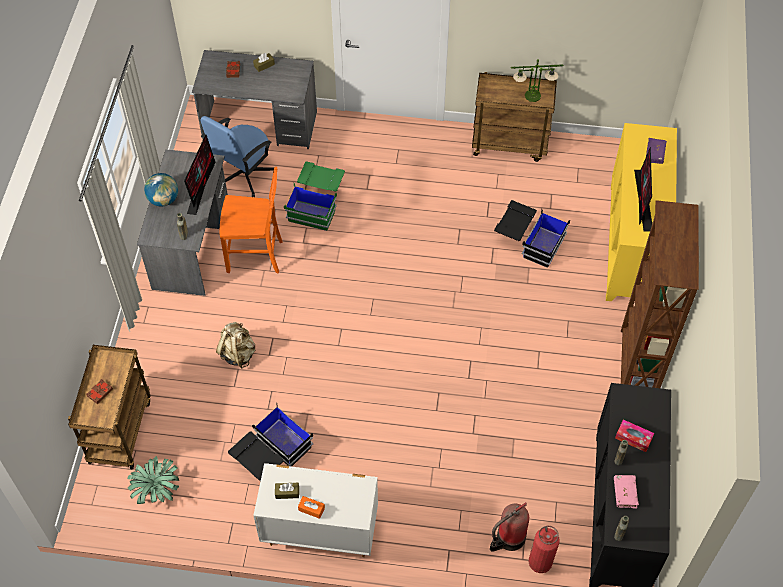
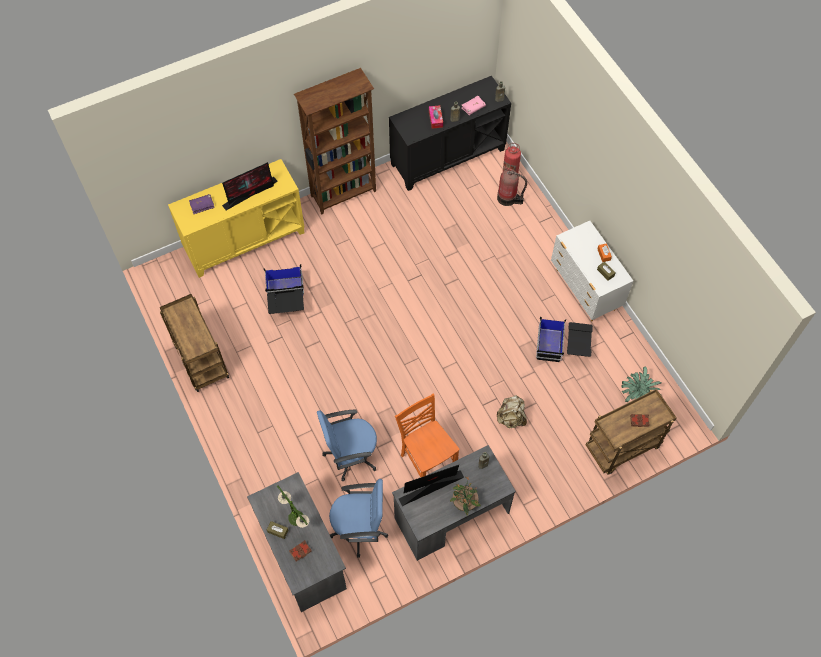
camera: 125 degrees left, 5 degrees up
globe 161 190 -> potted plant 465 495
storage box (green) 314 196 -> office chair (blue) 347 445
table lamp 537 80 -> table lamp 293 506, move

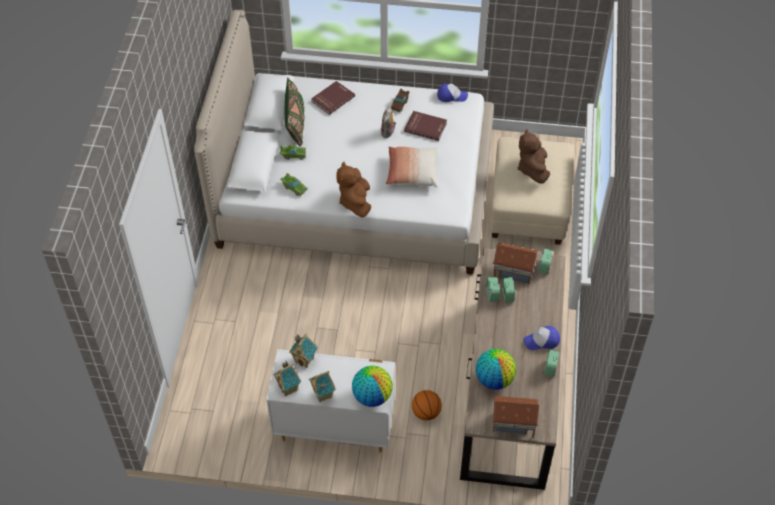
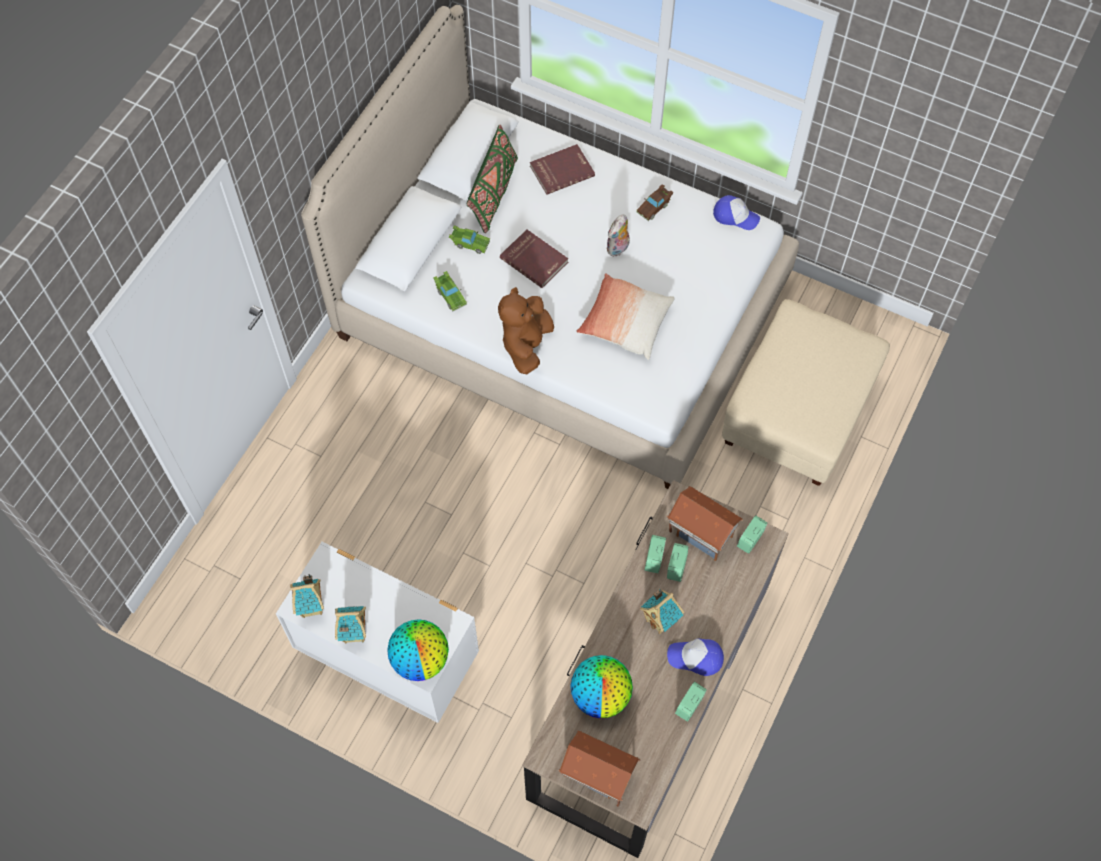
camera: 20 degrees right, 10 degrees up
toy house 303 351 -> toy house 662 611, move
book (red) 425 126 -> book (red) 534 259, move
basketball 427 405 -> none
plush toy (brown) 534 156 -> none

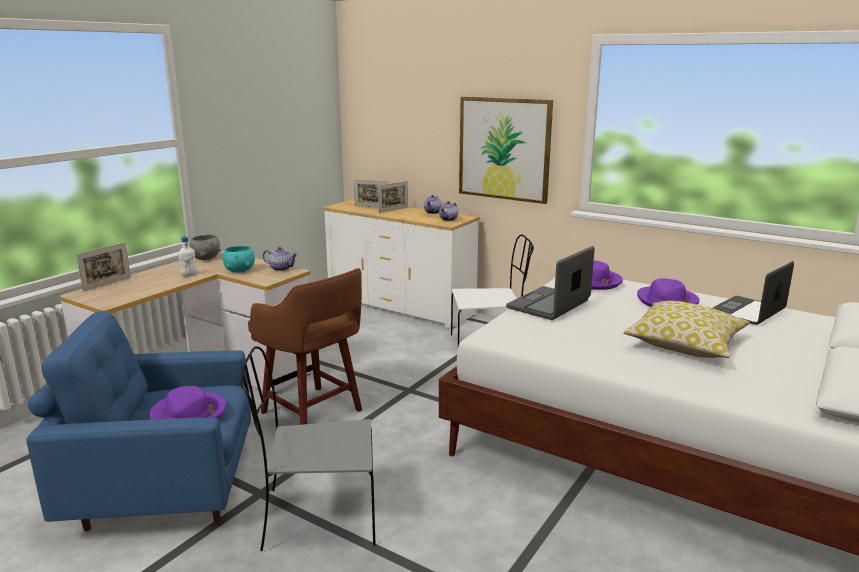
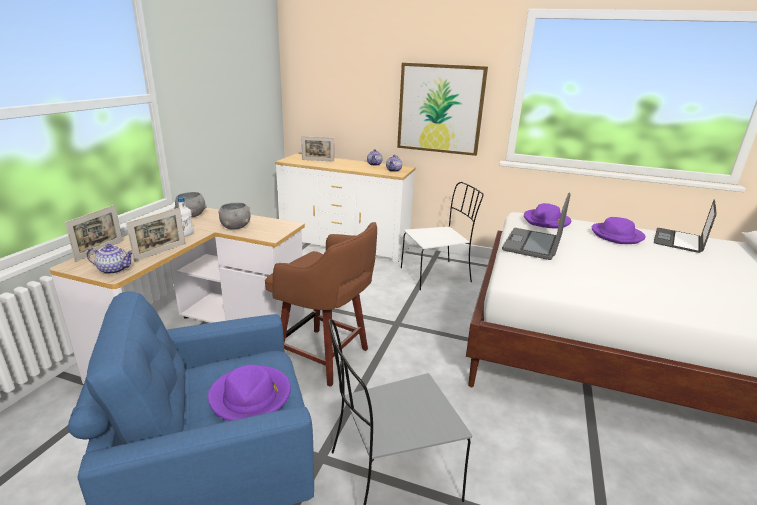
camera: 15 degrees left, 5 degrees up
bowl (turquoise) 238 259 -> bowl (grey) 234 216
teapot 280 259 -> teapot 110 259, move
picture frame 393 197 -> picture frame 155 235, move
pillow 686 329 -> none

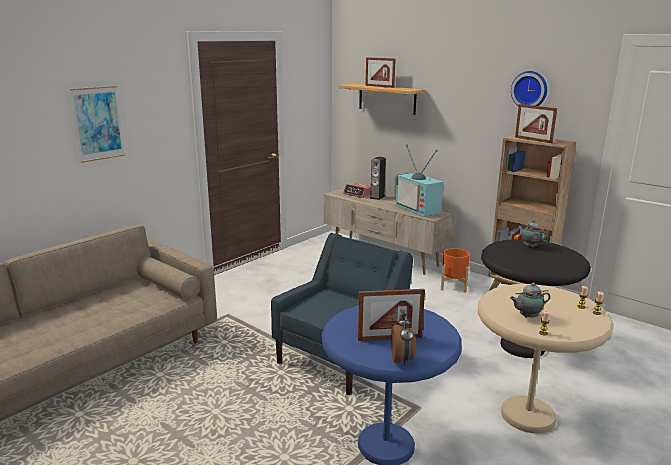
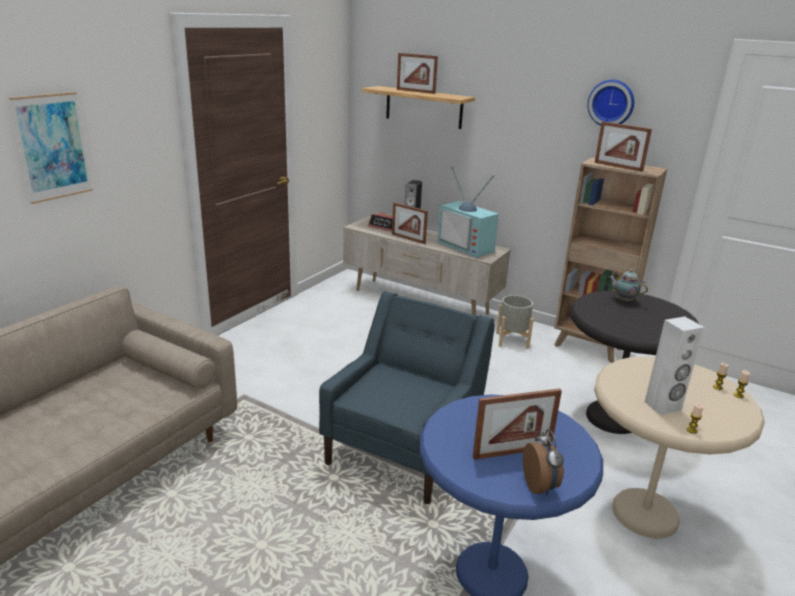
camera: 10 degrees left, 5 degrees up
planter (orange) 455 270 -> planter (grey) 515 322
teapot 530 300 -> speaker (white) 675 366
none -> picture frame 410 223

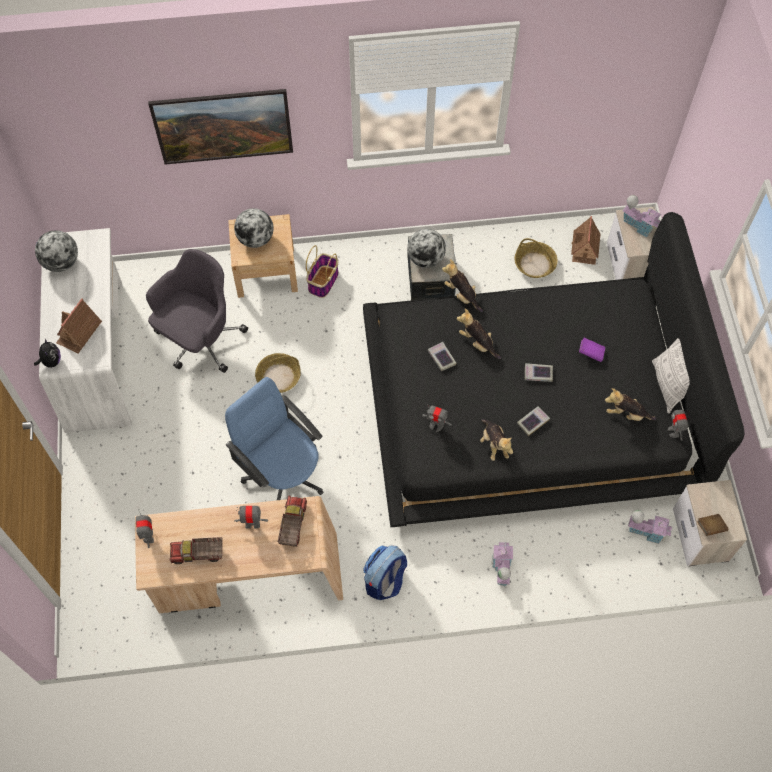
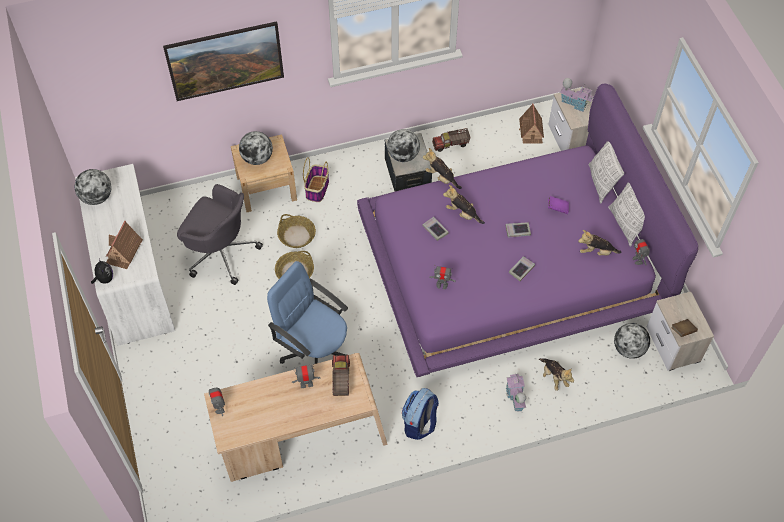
camera: 10 degrees left, 5 degrees down
office chair (grey) 197 311 -> office chair (grey) 220 234, 90 degrees clockwise
toy truck 196 550 -> toy truck 451 140, move
bed (black) 553 370 -> bed (purple) 527 230
plush toy 496 440 -> plush toy 556 374, move
basket 536 258 -> basket 296 231, move
toy house 650 527 -> globe 632 341
none -> pillow 606 172

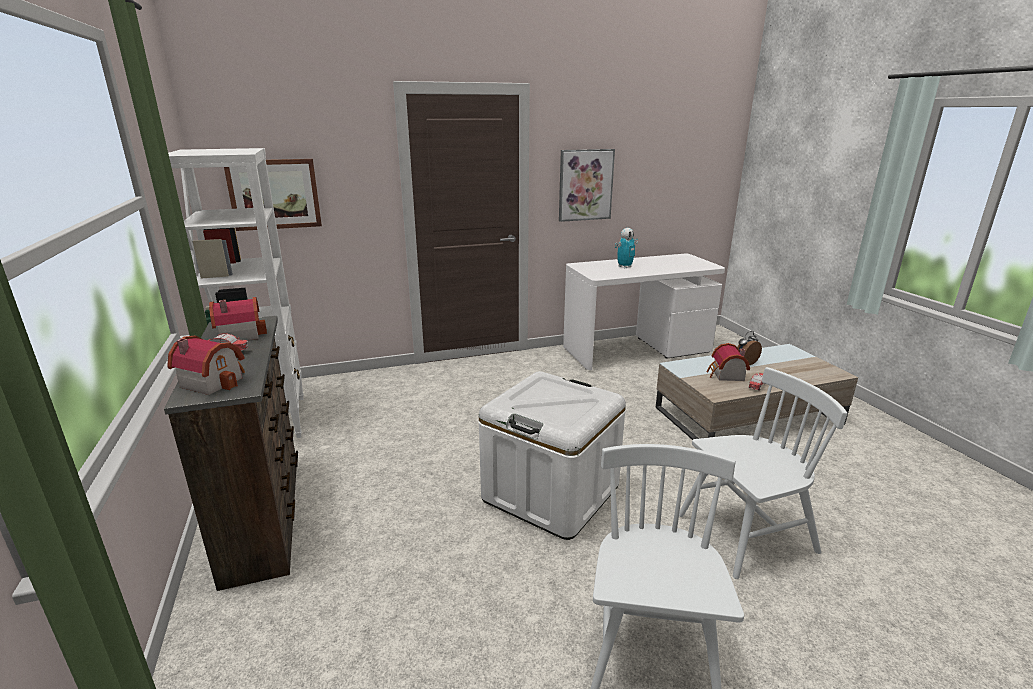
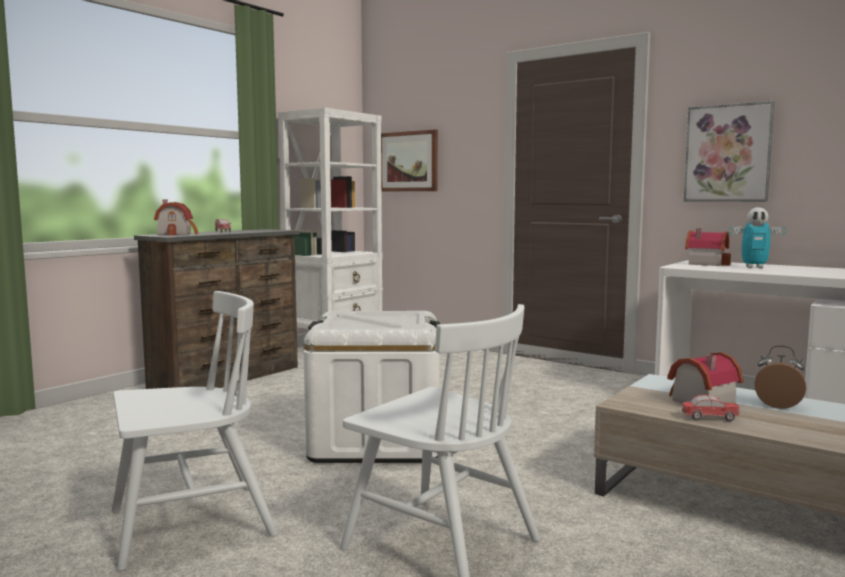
camera: 55 degrees right, 15 degrees down
toy house 238 318 -> toy house 708 247, move

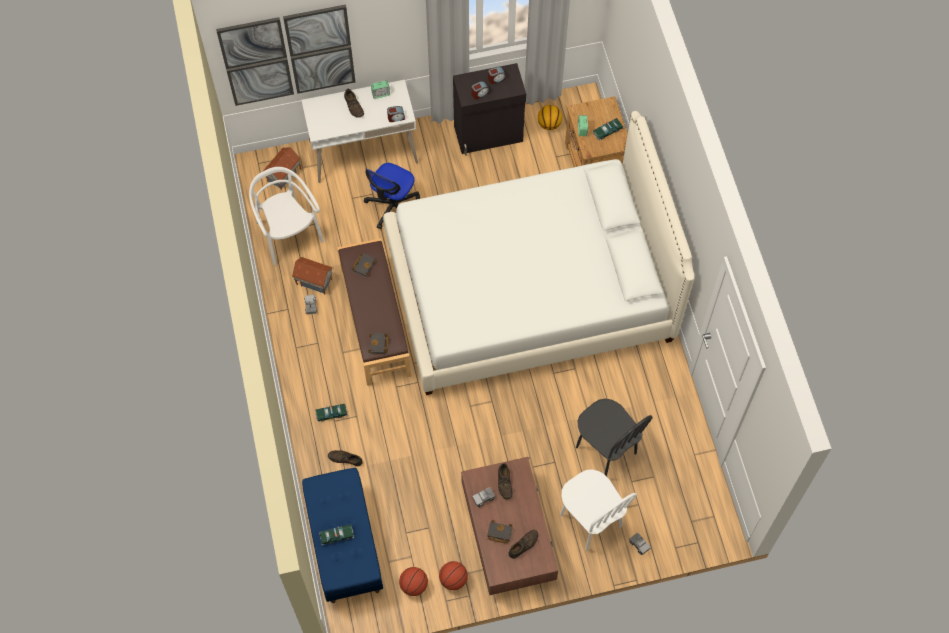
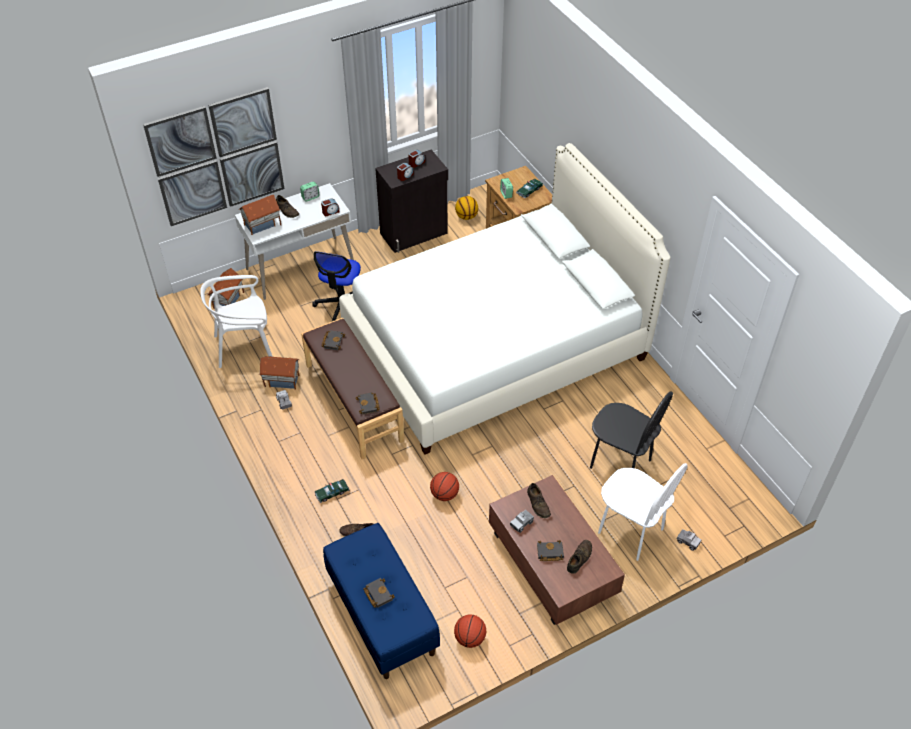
camera: 15 degrees left, 15 degrees down
chair (white) 286 216 -> chair (white) 236 321, 60 degrees counterclockwise
toy car 336 534 -> book (black) 379 593
basketball 453 575 -> basketball 444 486, move
none -> toy house 260 215

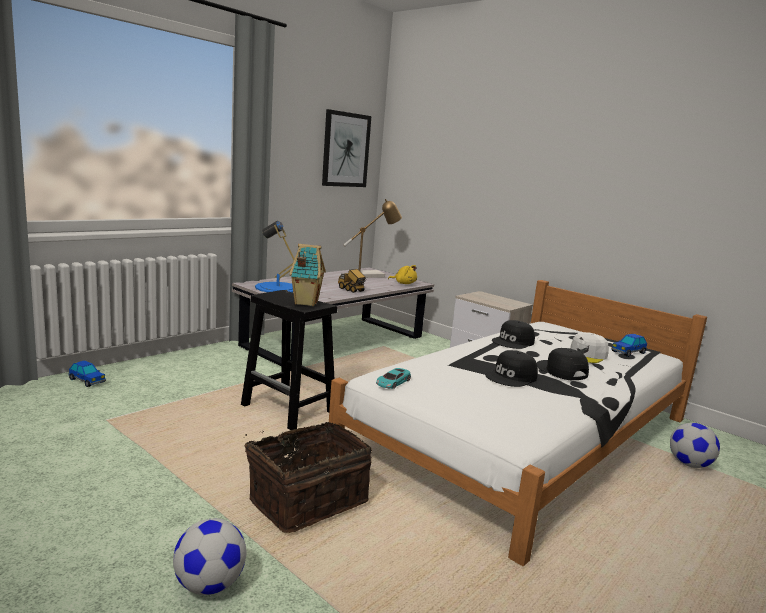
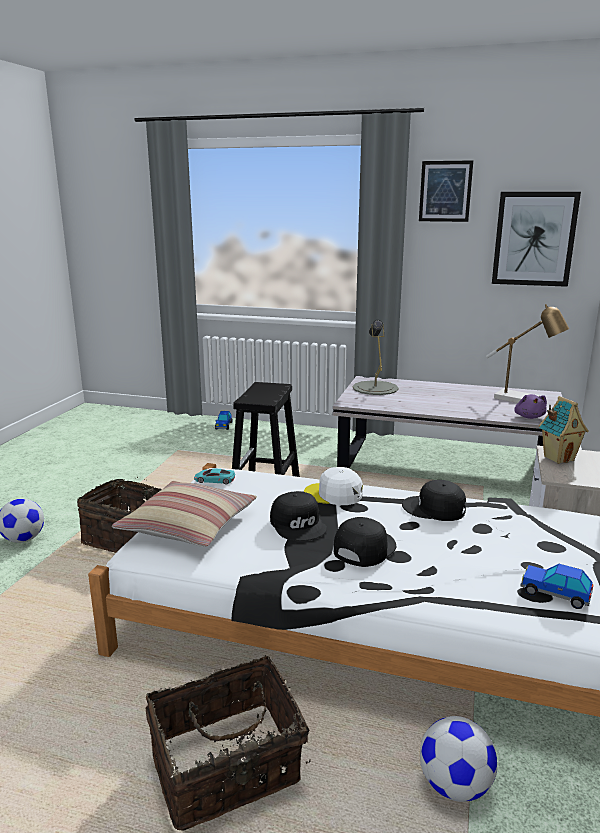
camera: 65 degrees right, 5 degrees up
table lamp (blue) 275 257 -> table lamp (grey) 376 357
toy house 307 275 -> toy house 564 430, move
toy truck 352 281 -> none
plush toy (yellow) 402 274 -> plush toy (purple) 530 406
cap (black) 511 368 -> cap (black) 298 516, 135 degrees counterclockwise
cap (white) 589 347 -> cap (white) 333 486, move
none -> pillow 184 514
none -> basket 228 743
none -> picture 446 191

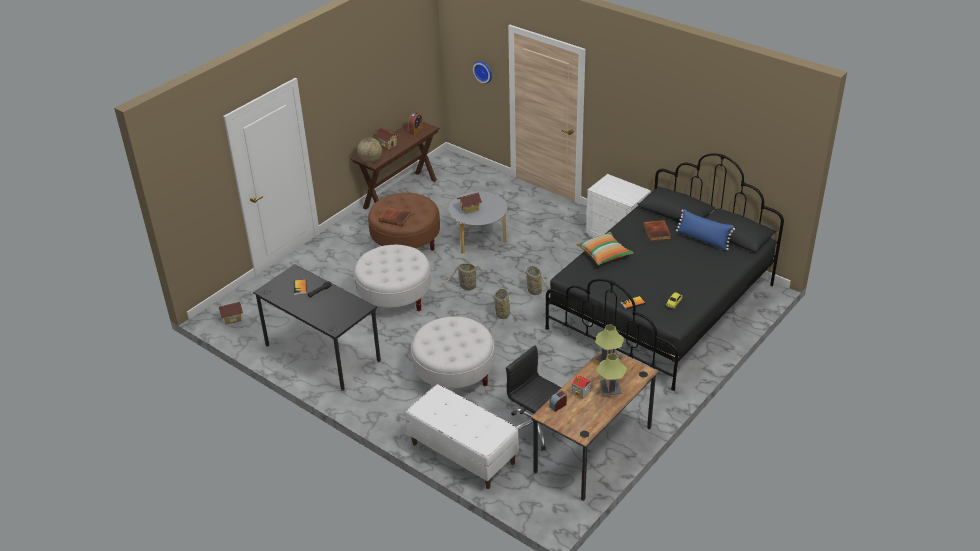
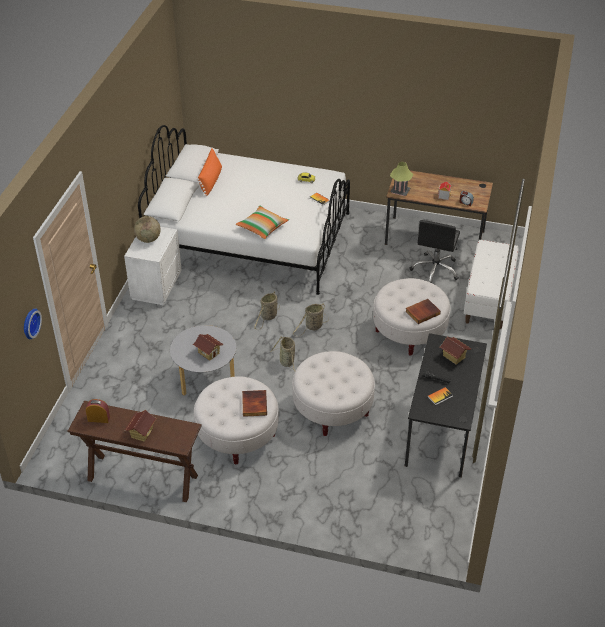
camera: 115 degrees left, 5 degrees up
toy house 231 313 -> toy house 455 350, move
globe 369 150 -> globe 147 229, move
ottoman (brown) 404 222 -> ottoman (white) 236 420
bed (black) 664 272 -> bed (white) 244 210
table lamp 611 375 -> none
book 657 230 -> book 423 311, move
pillow (blue) 705 230 -> pillow (orange) 209 172

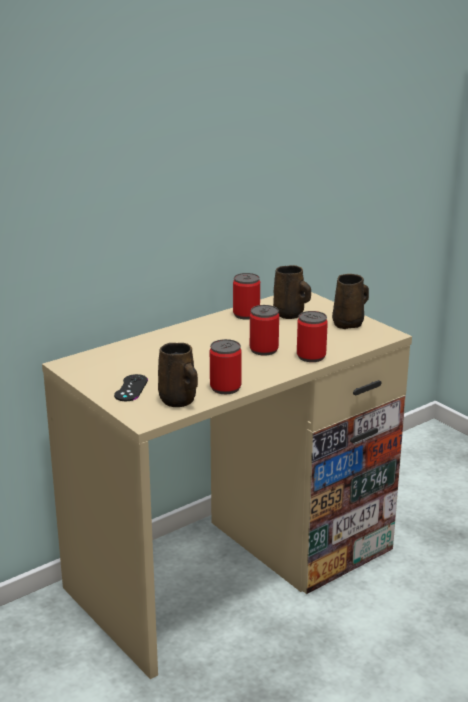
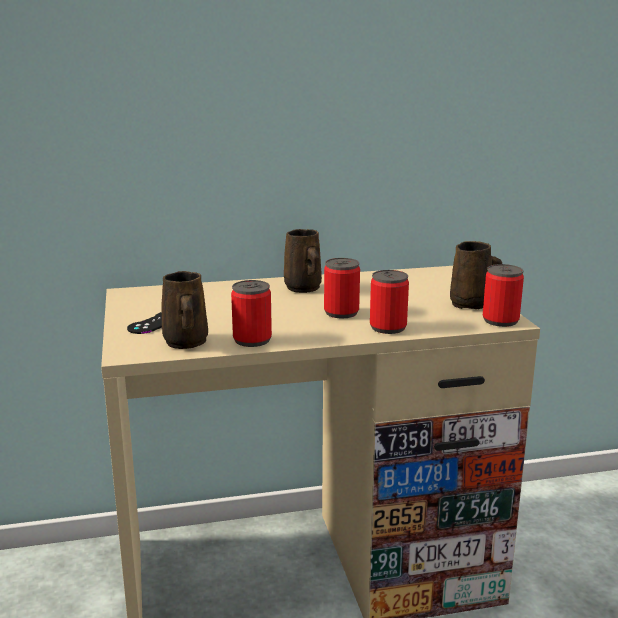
camera: 25 degrees right, 5 degrees down
can 246 296 -> can 503 295, move
mug (brown) 292 292 -> mug (brown) 303 261, move

